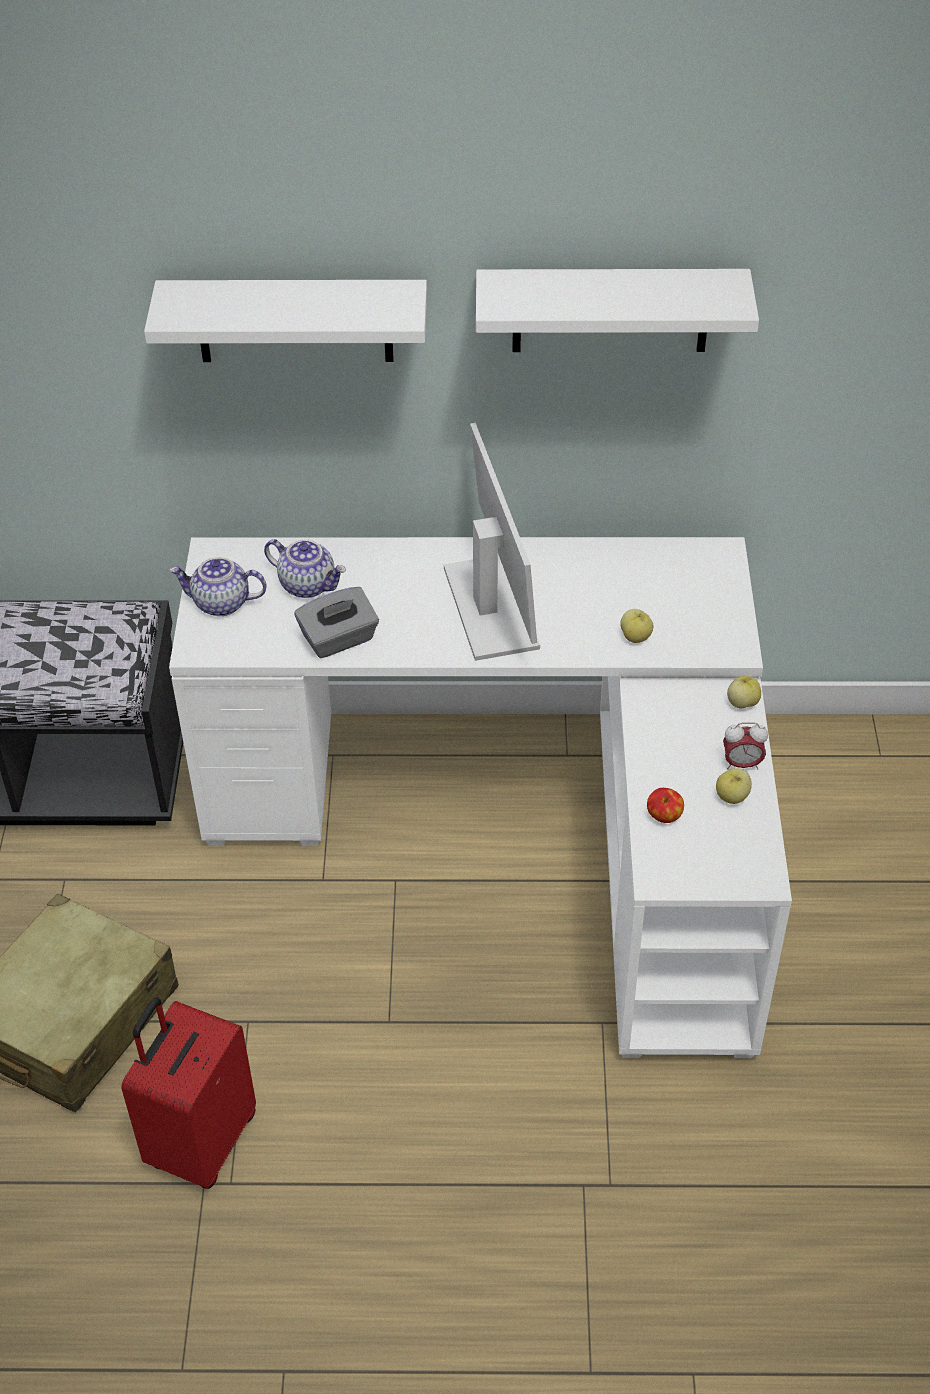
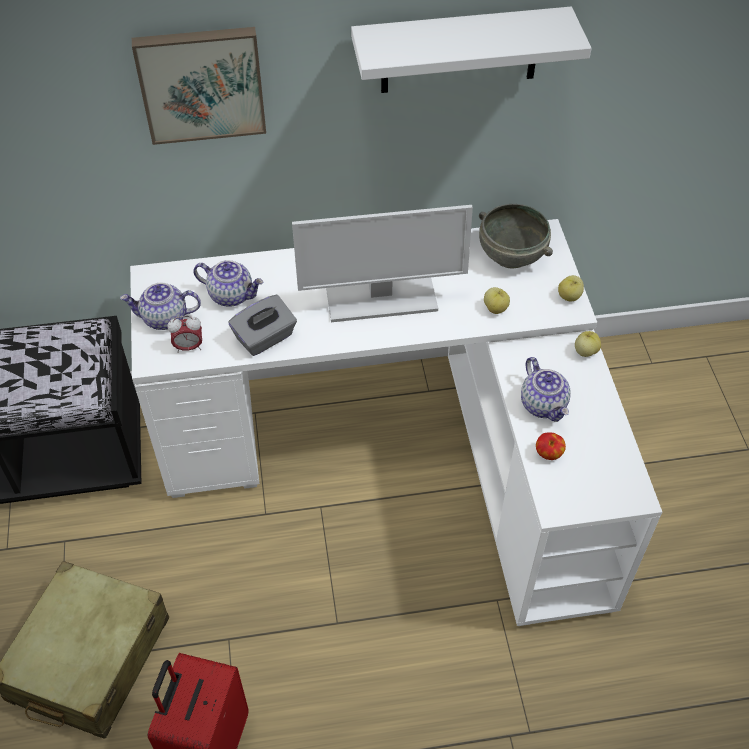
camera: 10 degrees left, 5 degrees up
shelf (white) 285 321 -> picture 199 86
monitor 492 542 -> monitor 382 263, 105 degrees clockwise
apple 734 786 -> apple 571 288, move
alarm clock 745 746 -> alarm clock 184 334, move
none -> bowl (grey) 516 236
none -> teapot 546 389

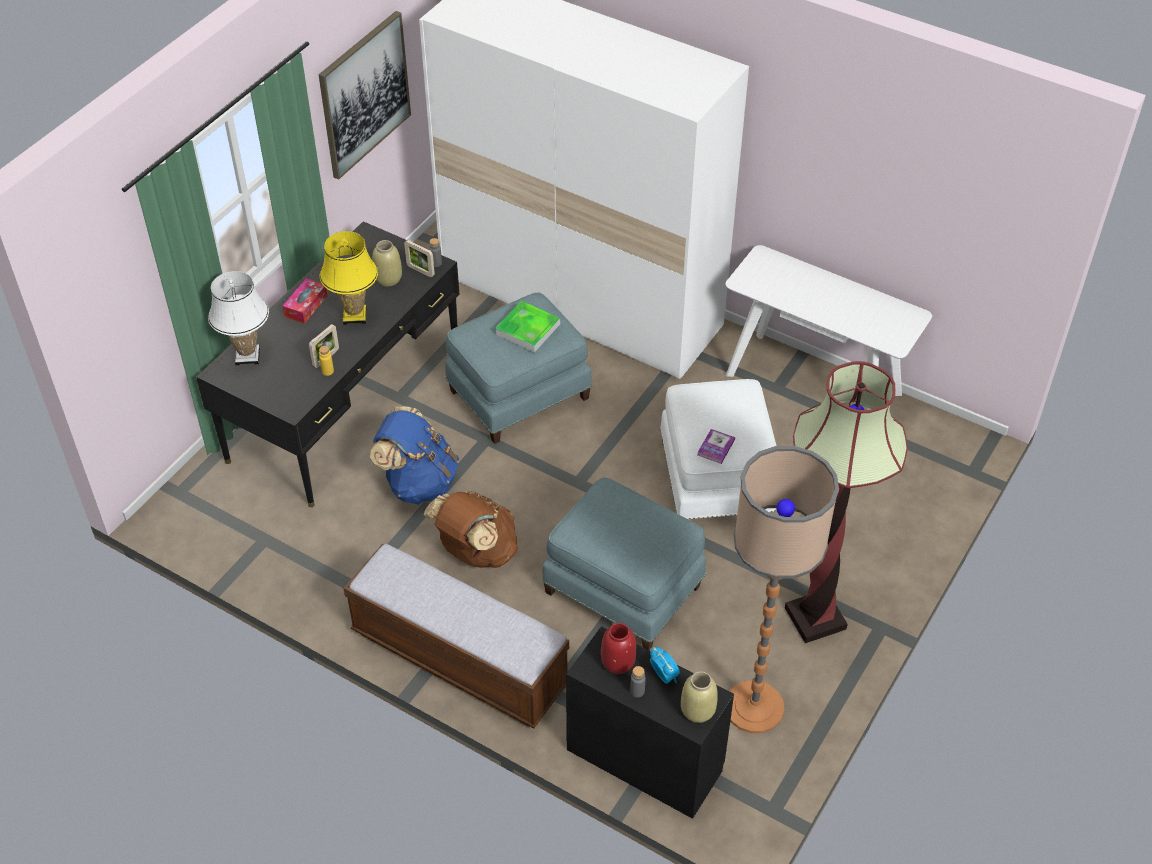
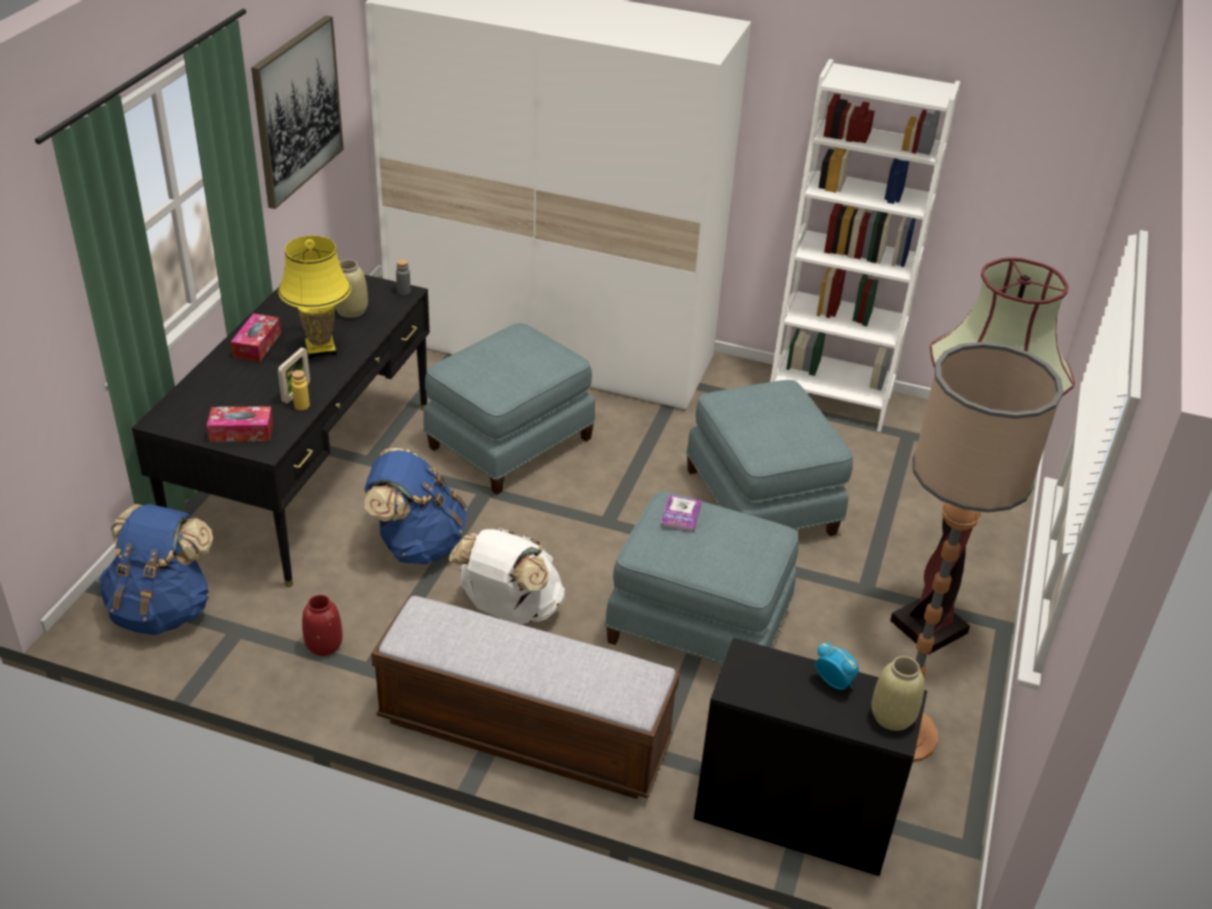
camera: 15 degrees left, 10 degrees down
table lamp (white) 238 318 -> none
picture frame 419 258 -> none
backpack (brown) 471 529 -> backpack (white) 507 576
tray 527 327 -> none
vase (red) 618 648 -> vase (red) 322 625, move
bottle (grey) 638 681 -> none
ottoman (white) 718 449 -> ottoman (blue) 769 458
book 716 446 -> book 681 513, move
console table (white) 829 327 -> bookcase (white) 865 245
none -> backpack (blue) 156 569
none -> tissue box 240 424

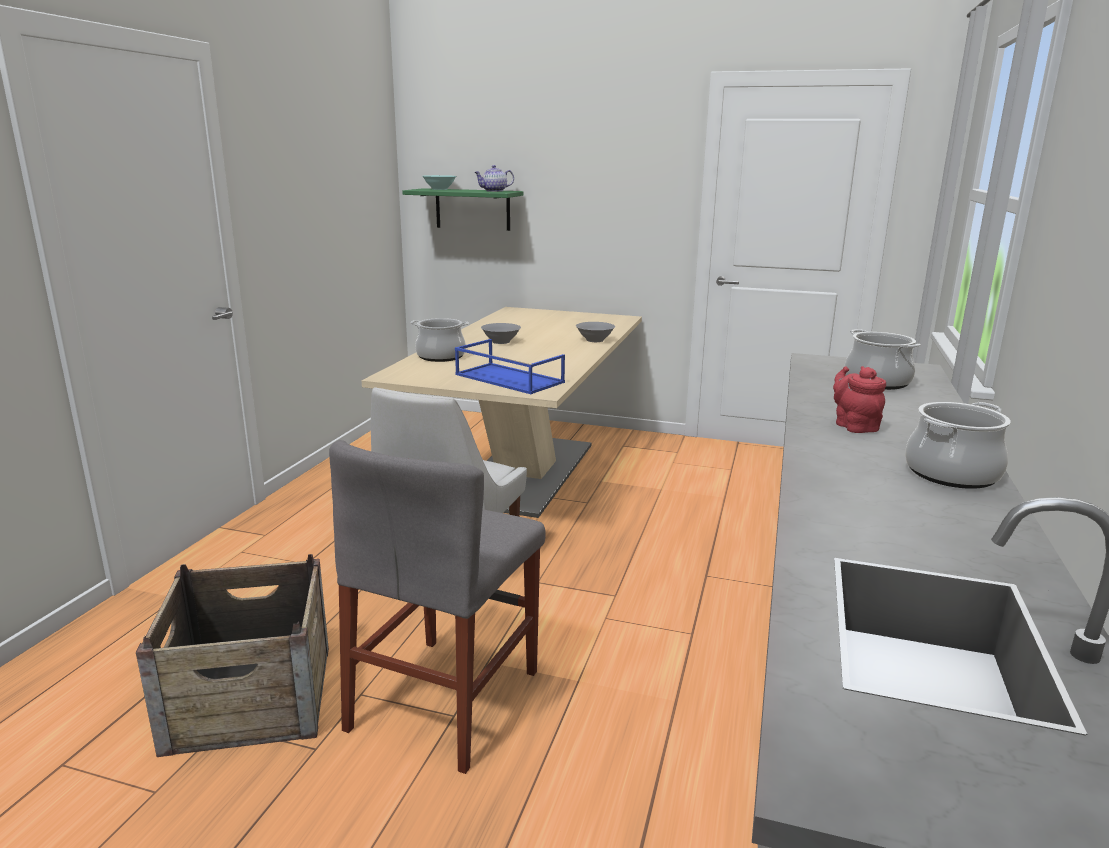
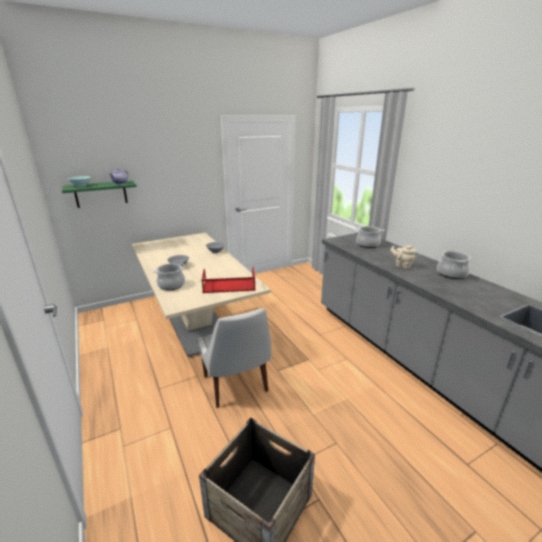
camera: 45 degrees left, 5 degrees up
chair (grey) 437 607 -> none
tray (blue) 510 366 -> tray (red) 229 280
teapot (red) 859 399 -> teapot (beige) 403 256

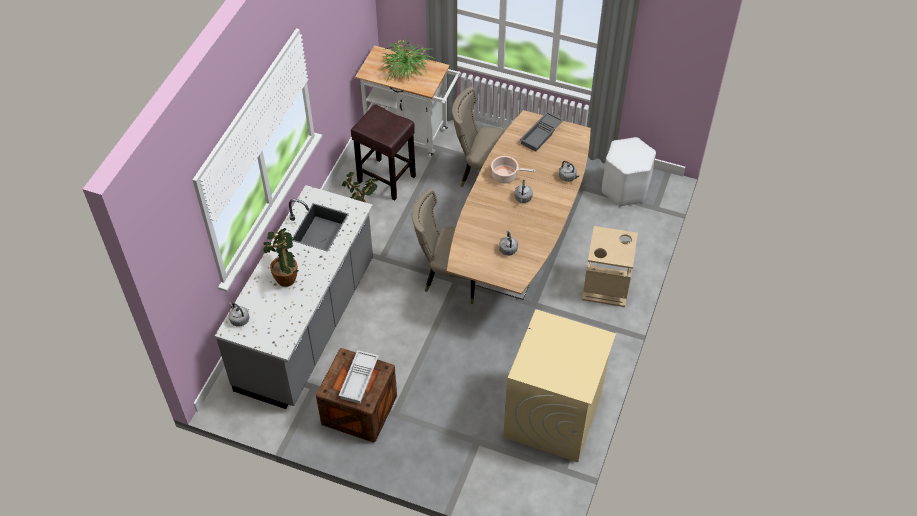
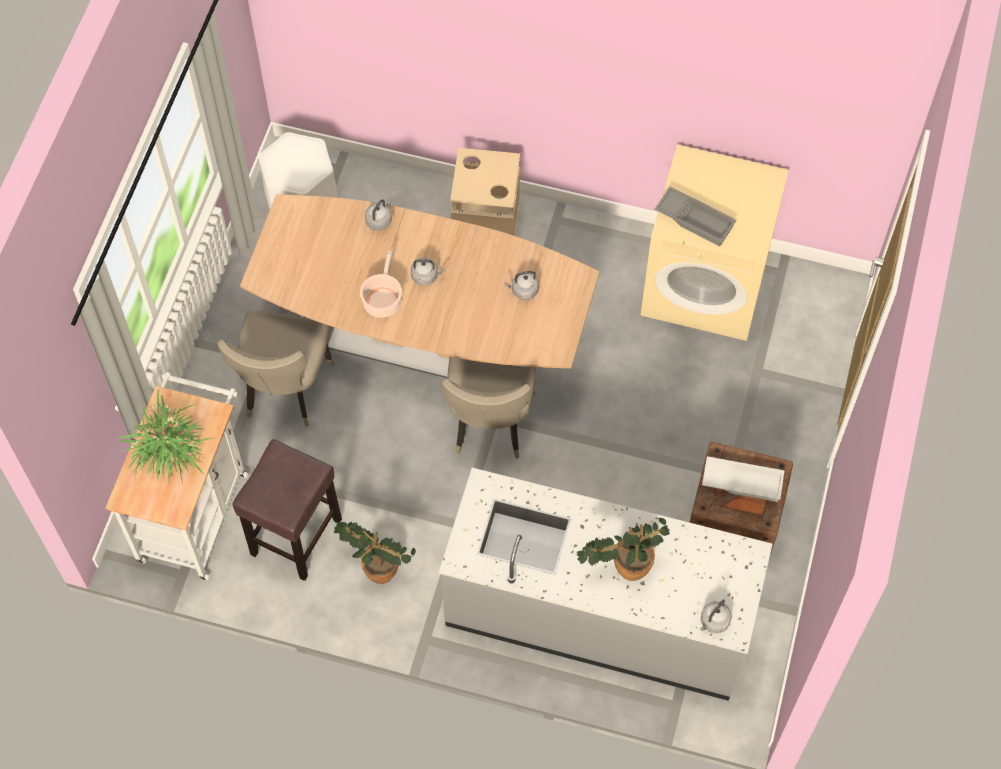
camera: 95 degrees left, 10 degrees up
tray (grey) 541 131 -> tray (grey) 696 216, move

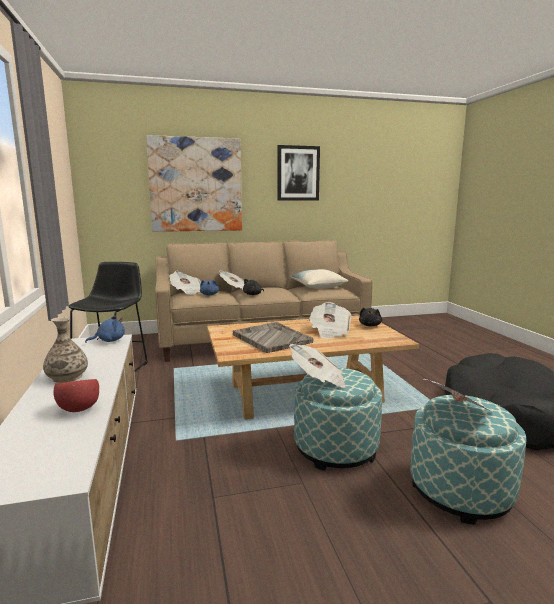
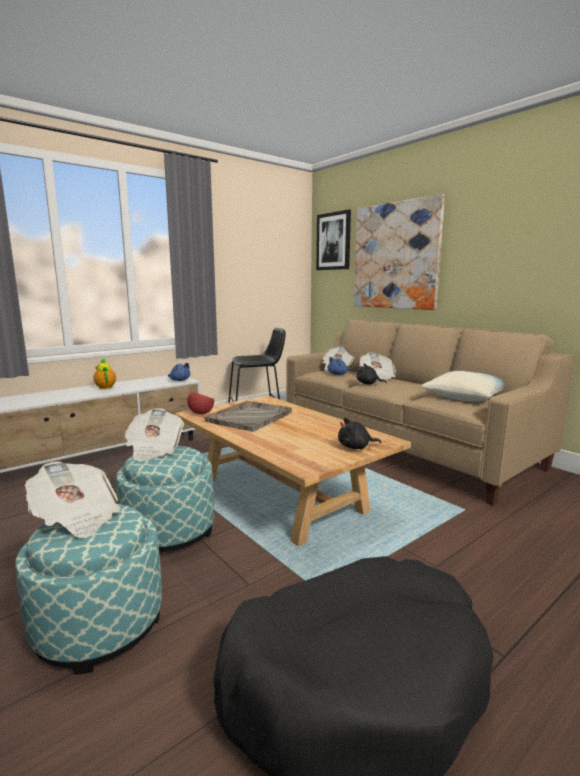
camera: 65 degrees right, 0 degrees up
vase 65 350 -> teapot 104 374
bowl (red) 76 395 -> bowl (red) 200 403, move
picture 298 173 -> picture 333 240, move
newspaper 330 320 -> none

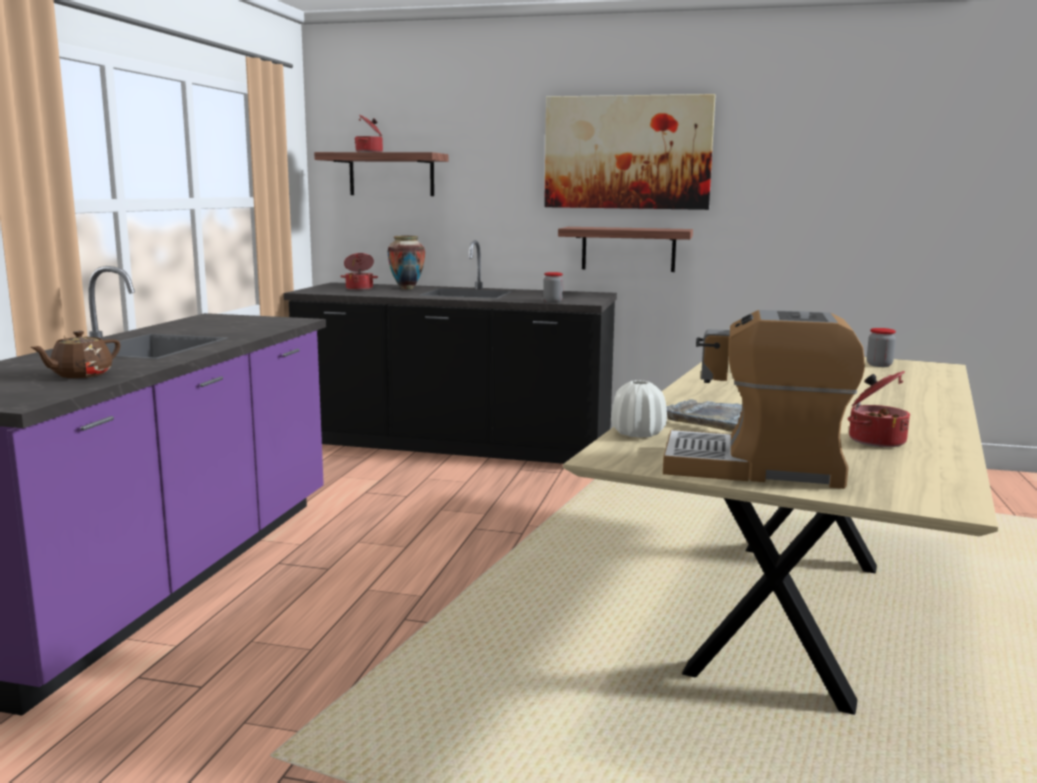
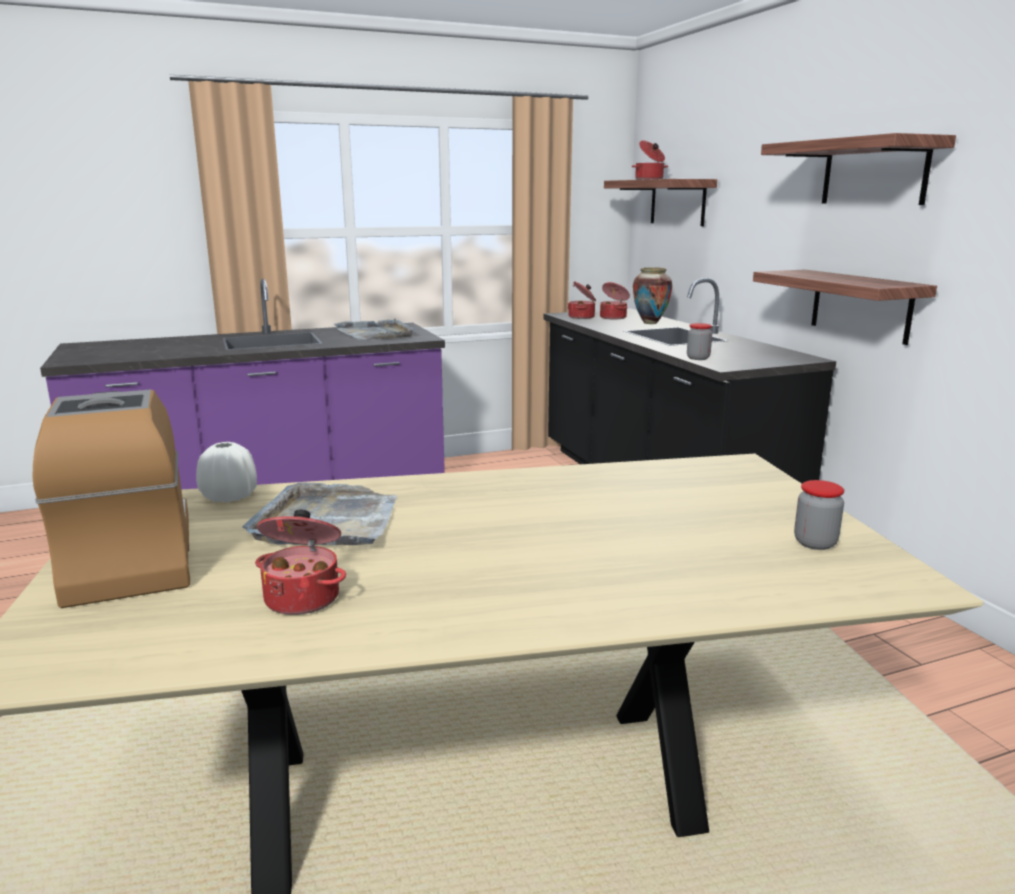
camera: 55 degrees right, 5 degrees up
teapot (brown) 75 354 -> none
picture 630 152 -> shelf 858 169
none -> tray (grey) 374 328
none -> cooking pot 581 300

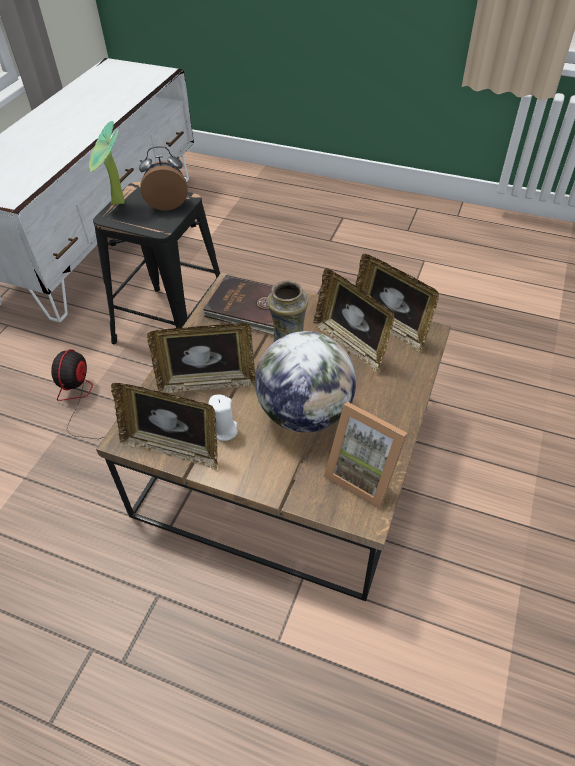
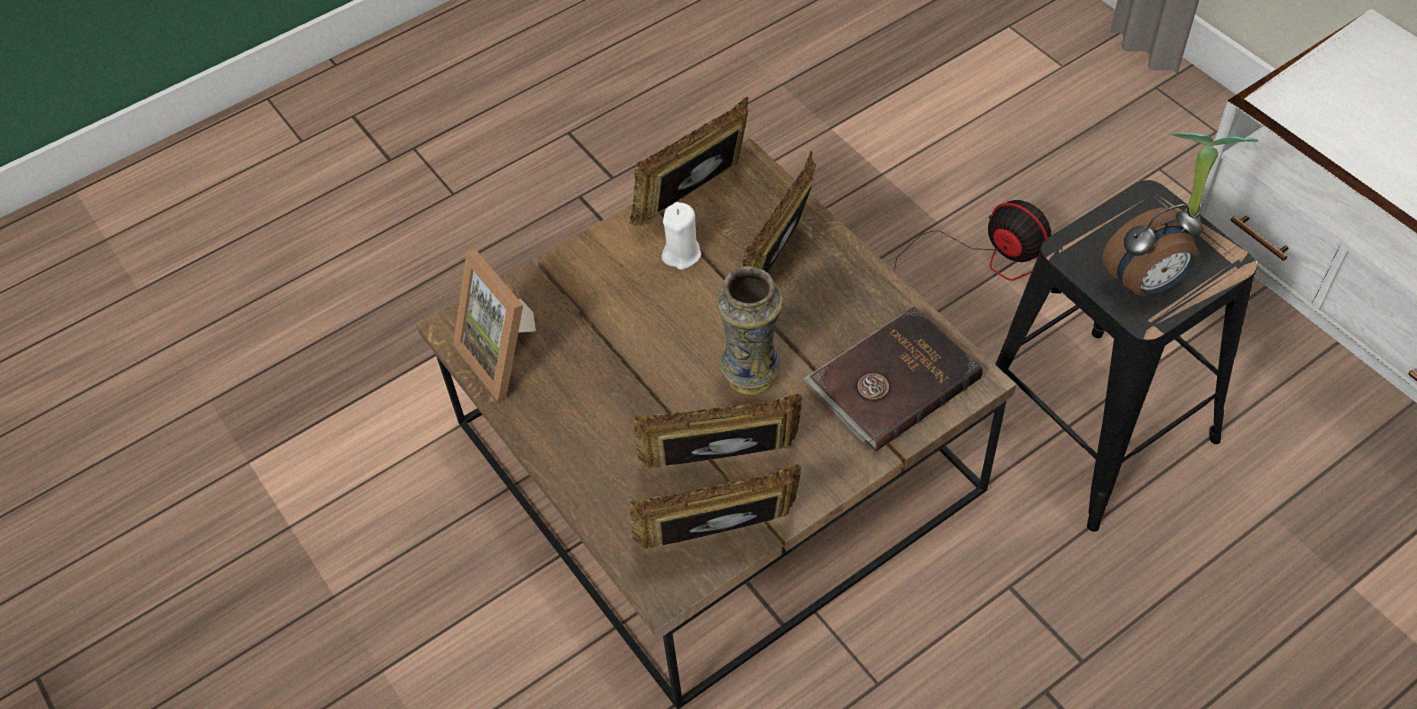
camera: 125 degrees right, 5 degrees up
alarm clock 163 178 -> alarm clock 1153 250, 45 degrees clockwise
globe 305 382 -> none
picture frame 365 455 -> picture frame 494 325, 105 degrees counterclockwise

